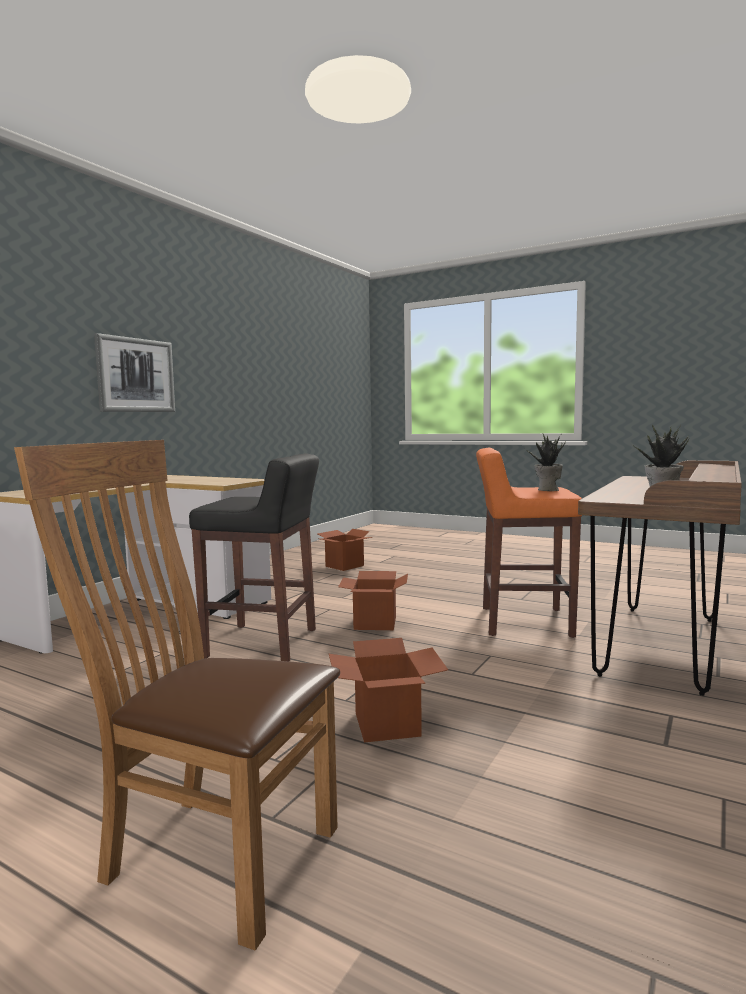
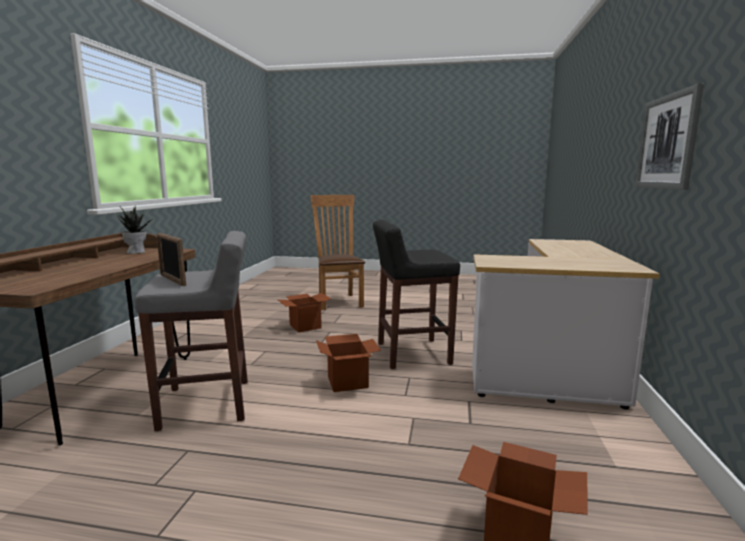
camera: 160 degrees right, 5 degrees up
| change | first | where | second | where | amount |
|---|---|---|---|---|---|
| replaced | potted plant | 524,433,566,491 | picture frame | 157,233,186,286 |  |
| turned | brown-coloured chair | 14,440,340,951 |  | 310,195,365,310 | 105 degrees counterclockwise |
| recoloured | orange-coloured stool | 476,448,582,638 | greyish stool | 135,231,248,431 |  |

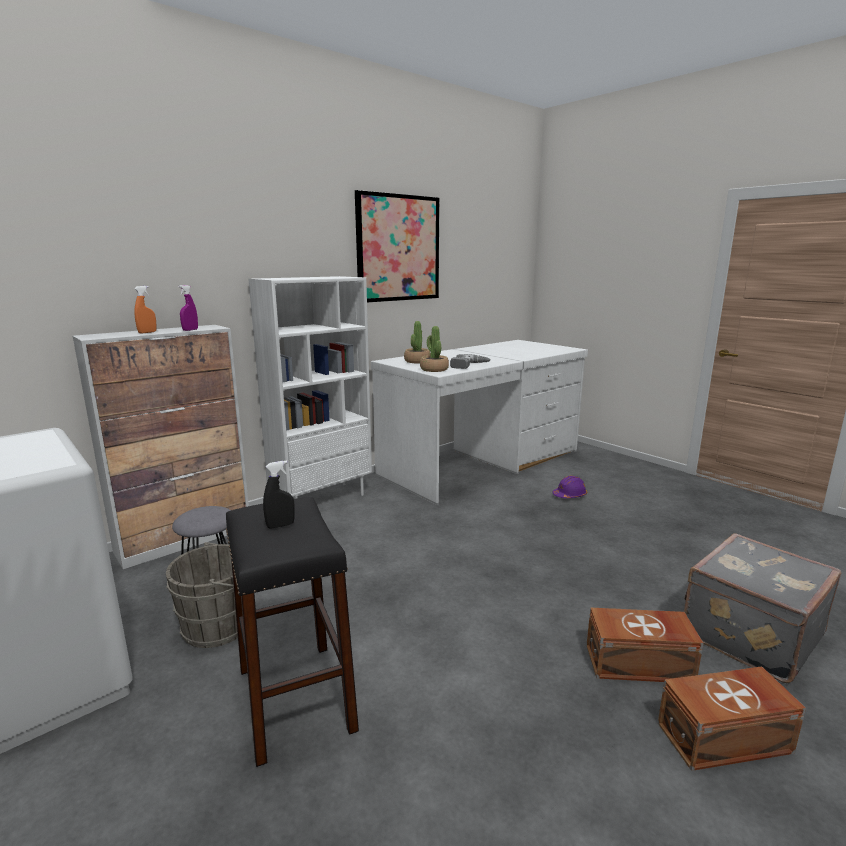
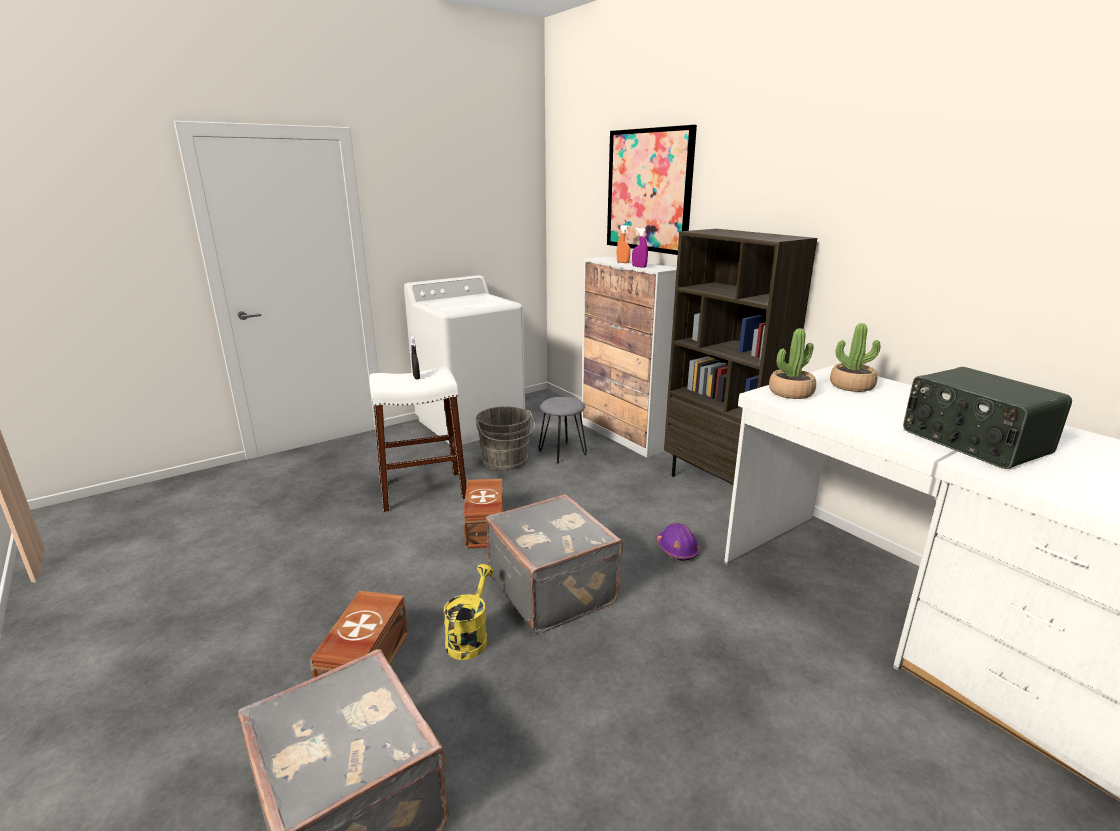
camera: 95 degrees right, 5 degrees up
| change | first | where | second | where | amount |
|---|---|---|---|---|---|
| moved | picture | 355,190,439,302 |  | 607,125,697,255 |  |
| recoloured | whitish bookshelf | 248,276,372,499 | brown-coloured bookshelf | 664,229,817,485 |  |
| removed | power drill | 450,354,490,369 |  |  |  |
| moved | purple safety helmet | 552,476,587,498 |  | 656,523,699,561 |  |
| recoloured | black-coloured stool | 226,497,359,767 | whitish stool | 369,367,467,512 |  |
| moved | brown-coloured storage container | 658,666,806,771 |  | 463,479,503,549 |  |
| added |  |  | radio | 903,367,1072,469 |  |
| added |  |  | greyish suitcase | 486,494,623,634 |  |
| added |  |  | yellowish sprinkling can | 444,564,494,660 |  |

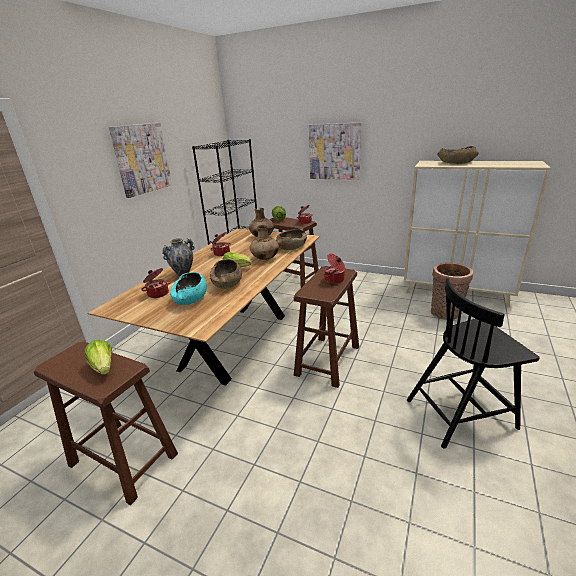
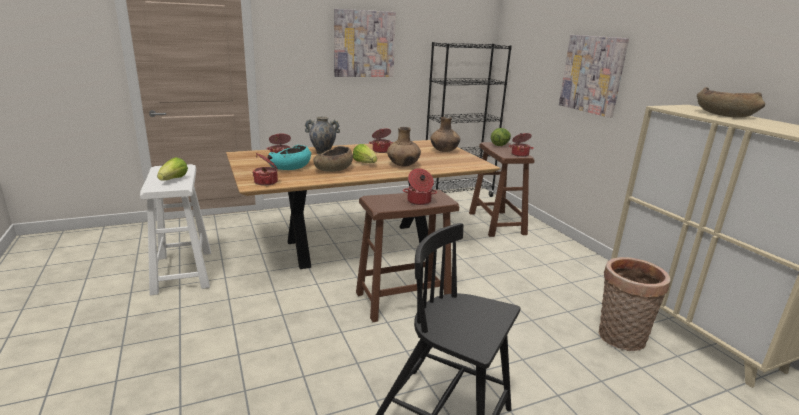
camera: 40 degrees right, 5 degrees down
| change | first | where | second | where | amount |
|---|---|---|---|---|---|
| removed | brown-coloured bowl | 276,229,307,250 |  |  |  |
| recoloured | brown-coloured stool | 34,342,178,505 | whitish stool | 140,164,211,296 |  |
| added |  |  | saucepot | 253,153,278,186 |  |

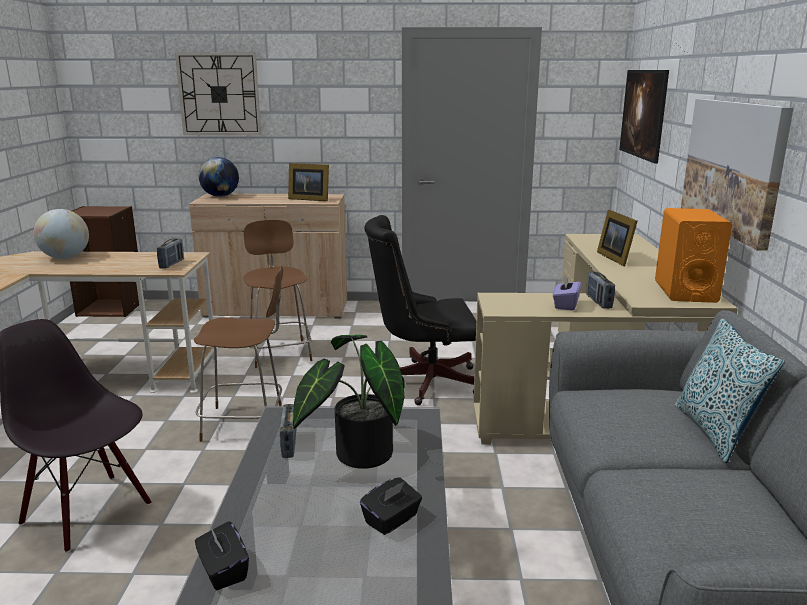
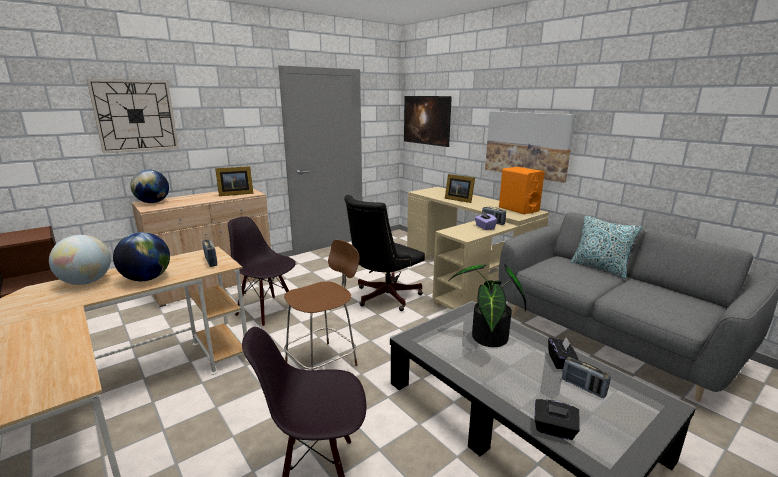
camera: 40 degrees left, 0 degrees up
| change | first | where | second | where | amount |
|---|---|---|---|---|---|
| replaced | brown-coloured stool | 243,220,312,368 | black-coloured chair | 228,217,296,326 |  |
| moved | radio | 280,404,296,458 |  | 562,357,611,398 |  |
| added |  |  | desk globe | 113,232,170,281 |  |

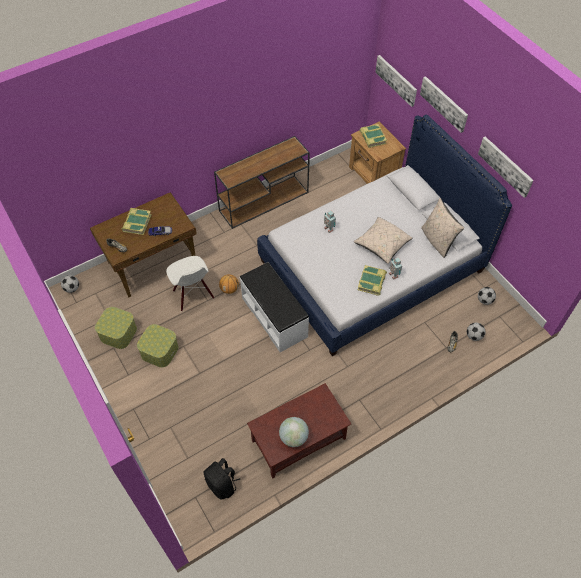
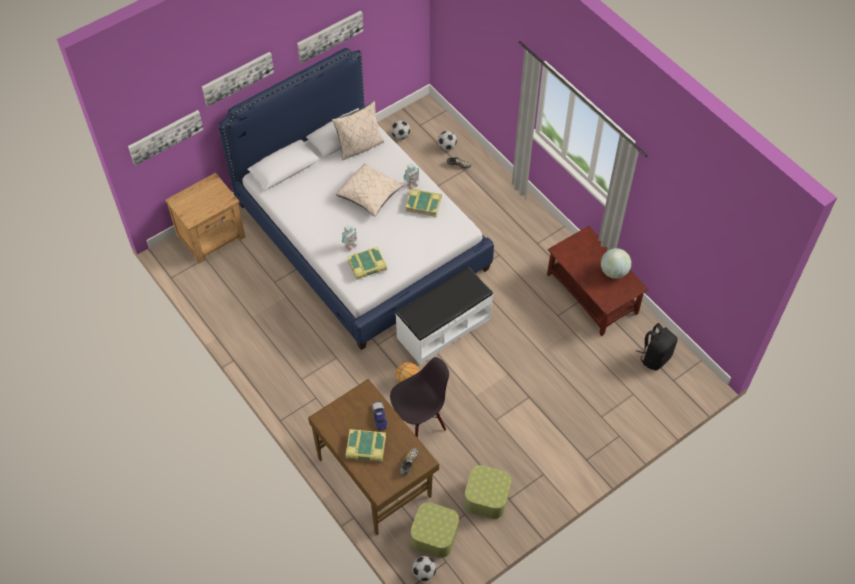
camera: 95 degrees left, 0 degrees up
| change | first | where | second | where | amount |
|---|---|---|---|---|---|
| moved | volume | 360,124,387,148 |  | 347,247,387,280 |  |
| removed | brown-coloured console table | 214,136,310,229 |  |  |  |
| recoloured | whitish chair | 166,256,214,311 | black-coloured chair | 390,357,449,438 |  |
| moved | storage container | 137,324,179,368 |  | 411,502,459,558 |  |

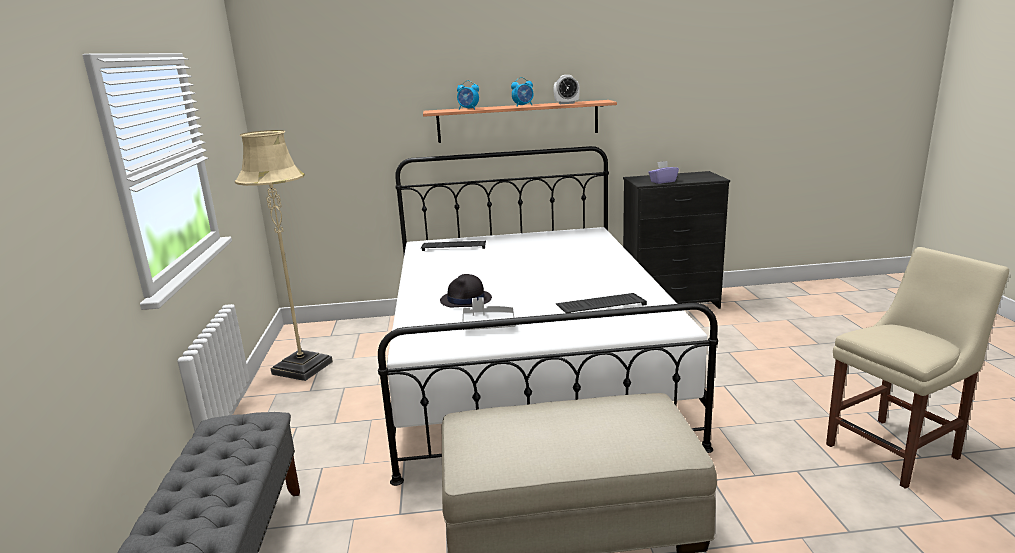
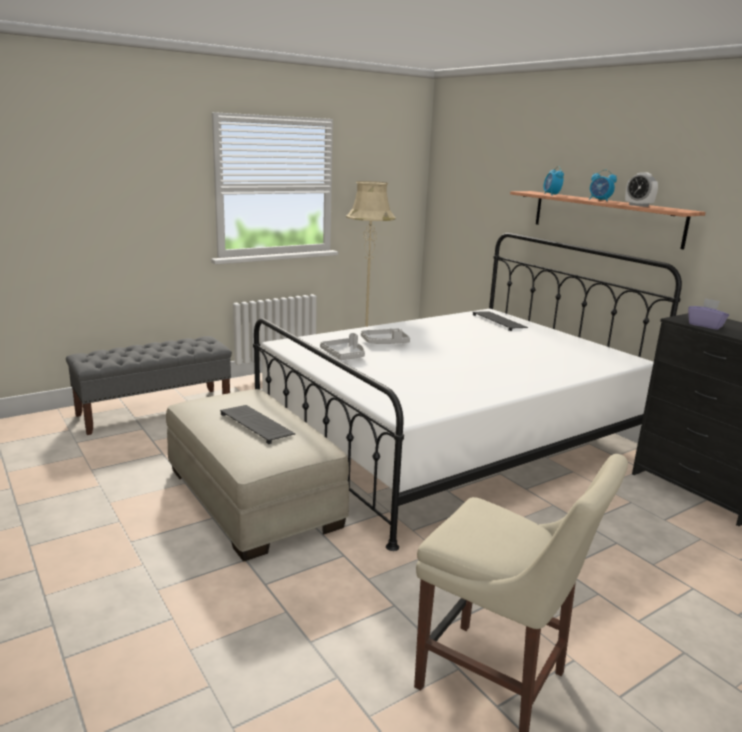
camera: 60 degrees right, 0 degrees up
| change | first | where | second | where | amount |
|---|---|---|---|---|---|
| replaced | black-coloured wearable hat | 440,274,492,307 | greyish tray | 361,328,410,344 |  |
| moved | keyboard | 556,293,647,313 |  | 220,405,296,444 |  |

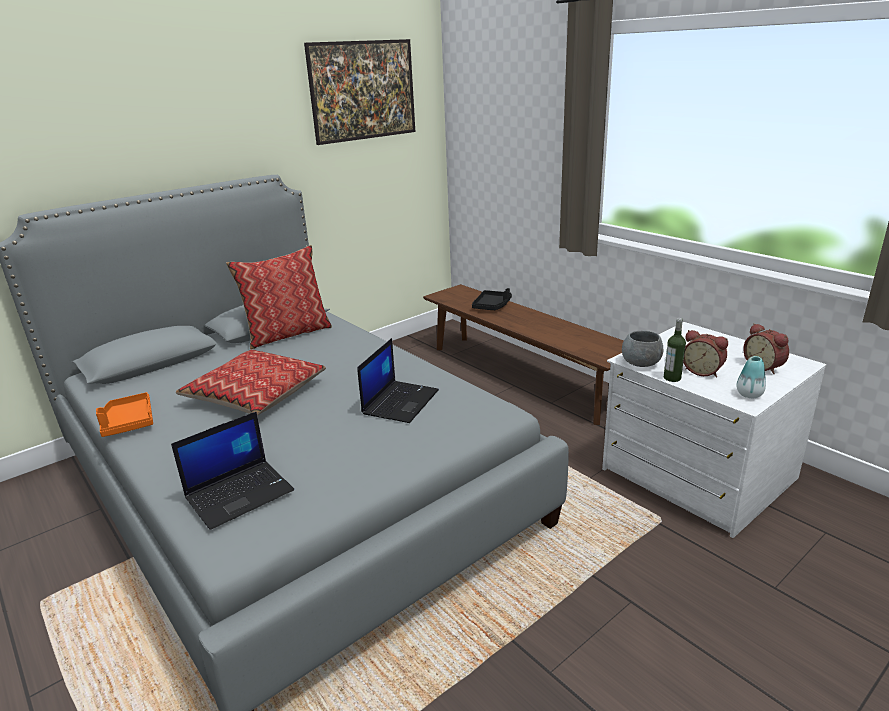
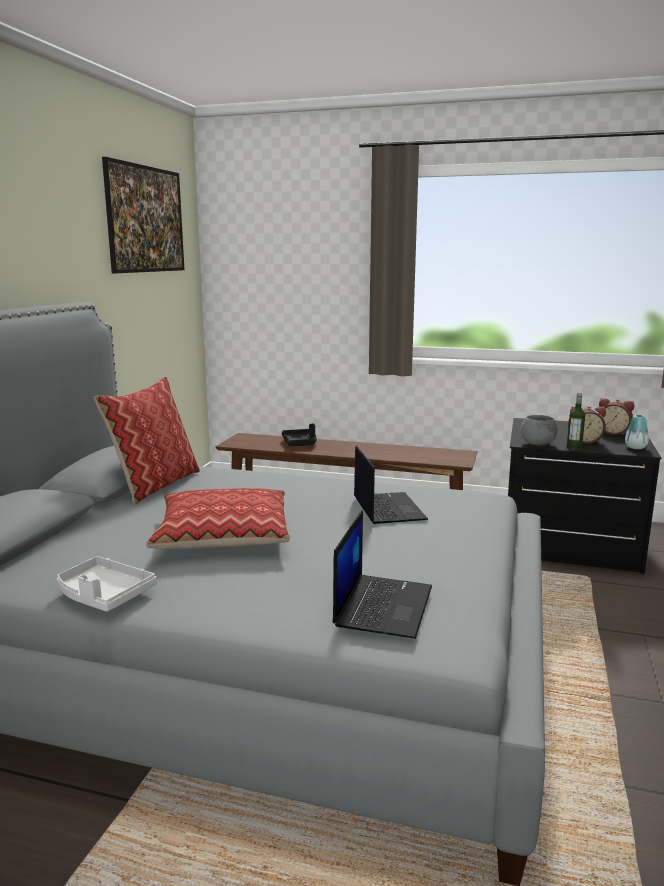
camera: 35 degrees left, 10 degrees down
| change | first | where | second | where | amount |
|---|---|---|---|---|---|
| recoloured | whitish dresser | 602,322,826,538 | black-coloured dresser | 508,418,661,574 |  |
| recoloured | orange-coloured tray | 96,392,153,437 | greyish tray | 57,556,157,612 |  |

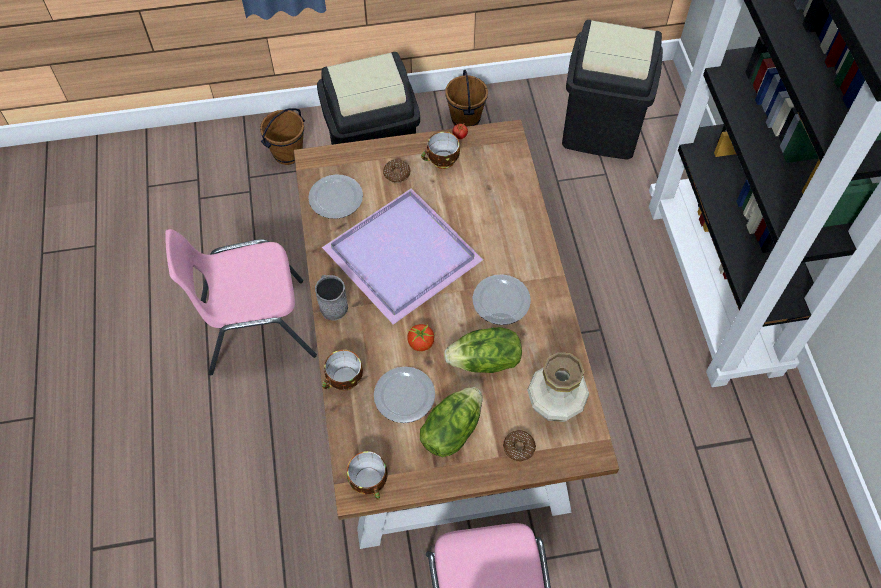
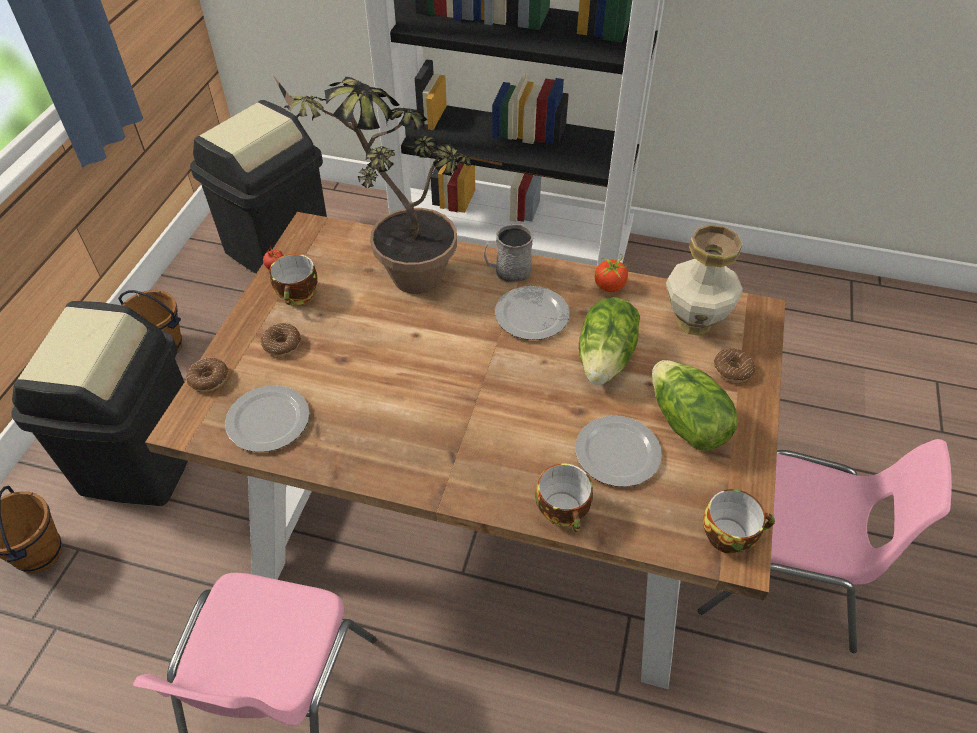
camera: 65 degrees left, 10 degrees down
| change | first | where | second | where | amount |
|---|---|---|---|---|---|
| removed | purple tray | 322,188,484,325 |  |  |  |
| moved | greyish mug | 315,275,348,321 |  | 484,224,533,283 |  |
| moved | fresh tomato | 407,322,436,351 |  | 595,254,632,292 |  |
| added |  |  | potted plant | 273,75,472,294 |  |
| added |  |  | donut | 186,358,228,392 |  |

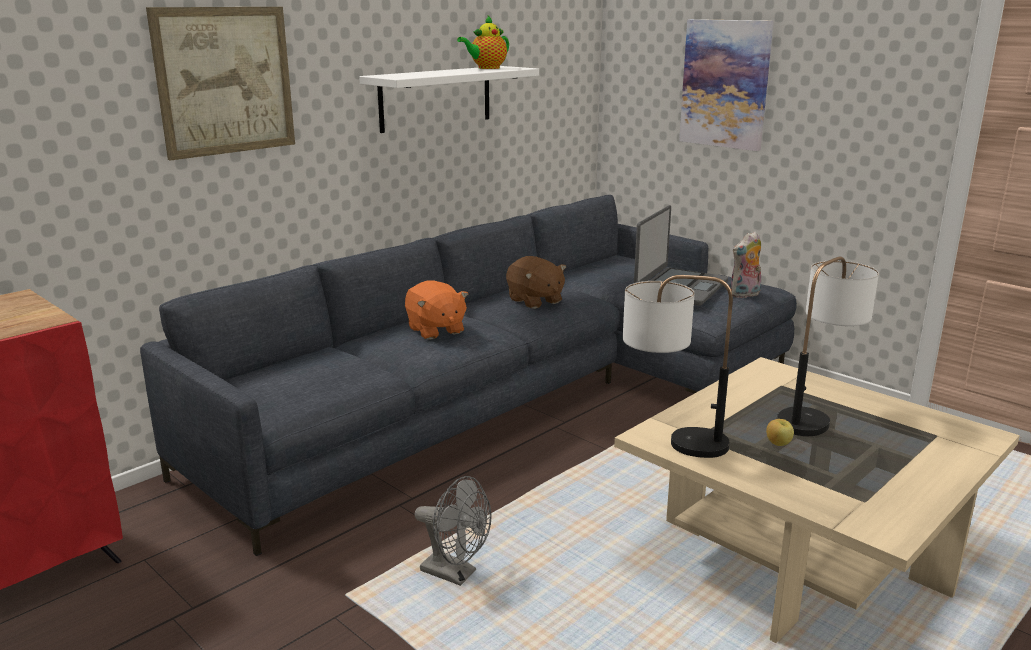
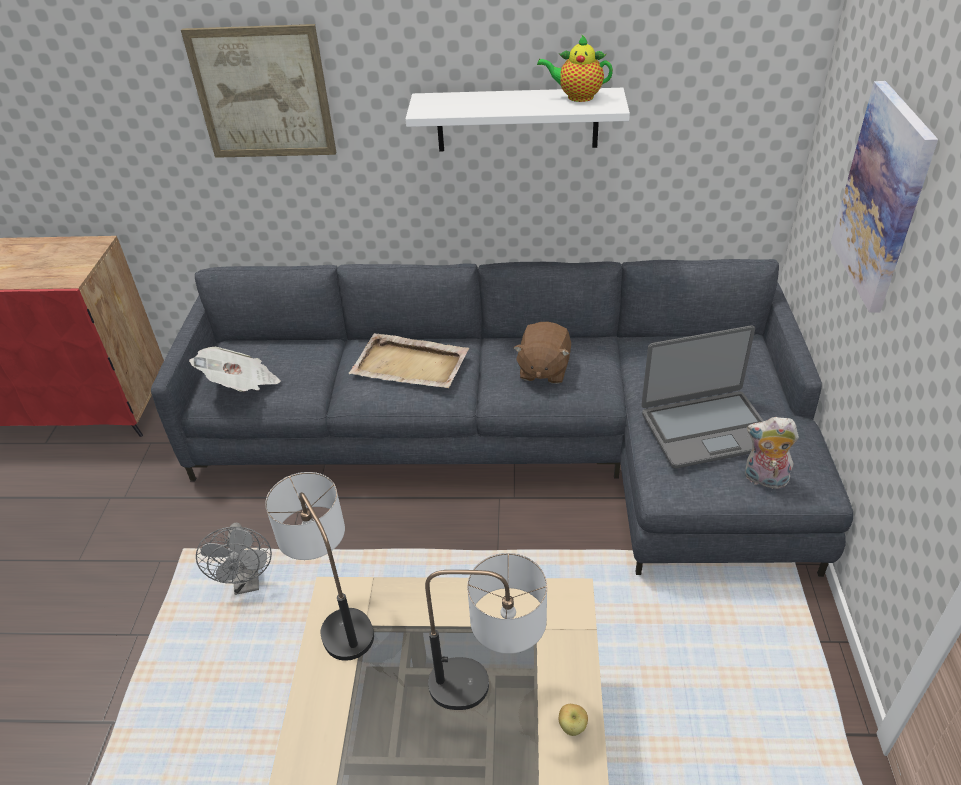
camera: 50 degrees right, 20 degrees up
| change | first | where | second | where | amount |
|---|---|---|---|---|---|
| replaced | orange-coloured plush toy | 405,280,468,339 | sand-coloured tray | 349,333,469,388 |  |
| moved | apple fruit | 766,419,794,446 |  | 559,704,588,736 |  |
| added |  |  | newspaper | 189,347,281,392 |  |

